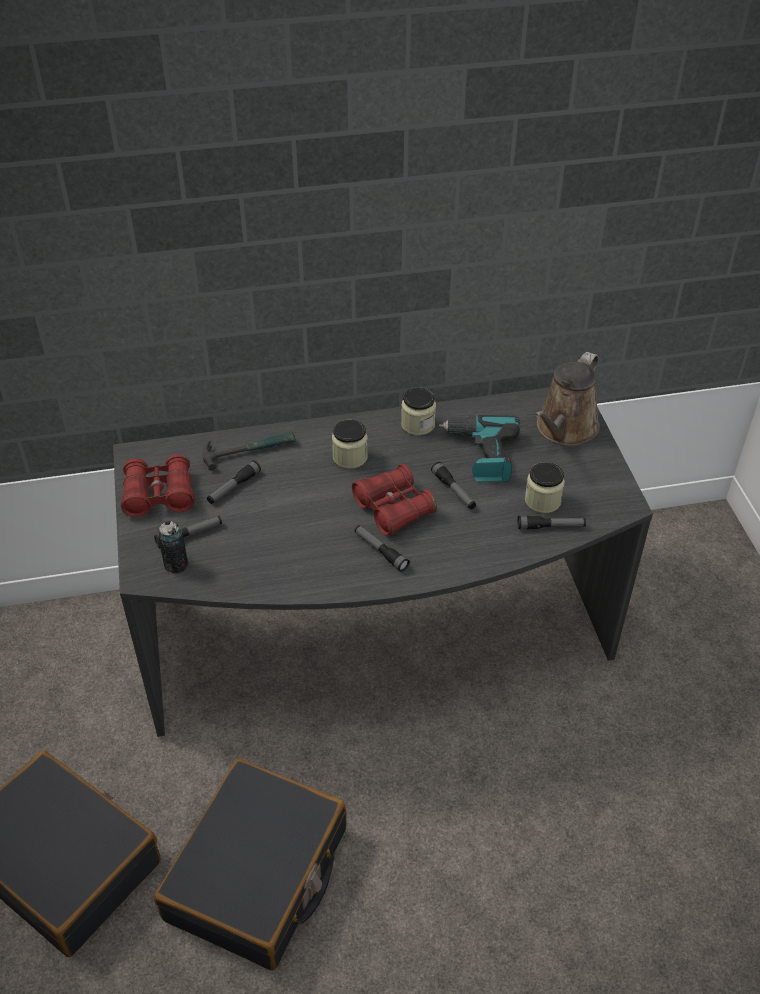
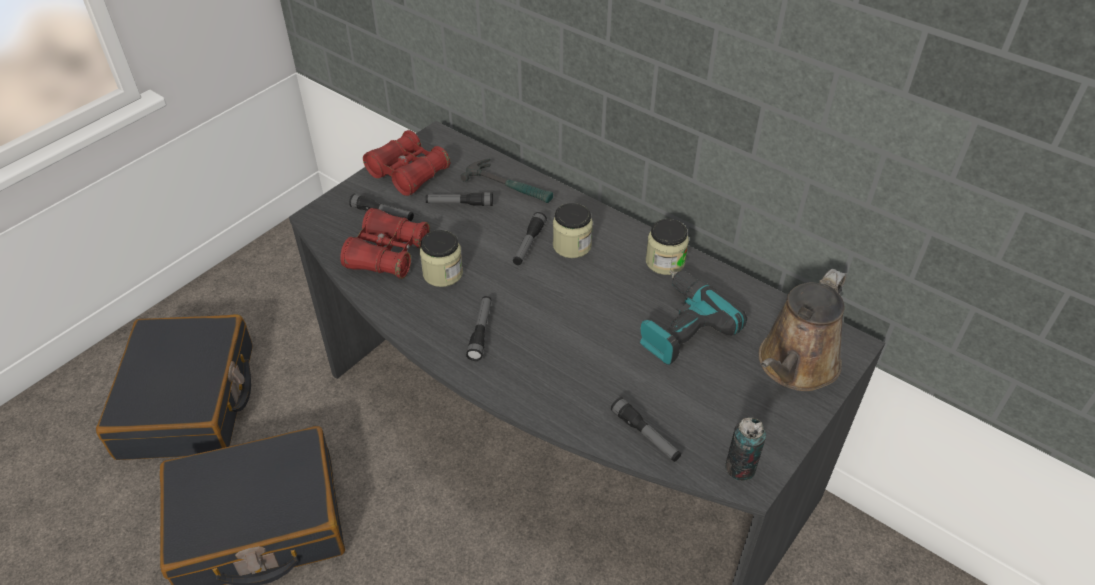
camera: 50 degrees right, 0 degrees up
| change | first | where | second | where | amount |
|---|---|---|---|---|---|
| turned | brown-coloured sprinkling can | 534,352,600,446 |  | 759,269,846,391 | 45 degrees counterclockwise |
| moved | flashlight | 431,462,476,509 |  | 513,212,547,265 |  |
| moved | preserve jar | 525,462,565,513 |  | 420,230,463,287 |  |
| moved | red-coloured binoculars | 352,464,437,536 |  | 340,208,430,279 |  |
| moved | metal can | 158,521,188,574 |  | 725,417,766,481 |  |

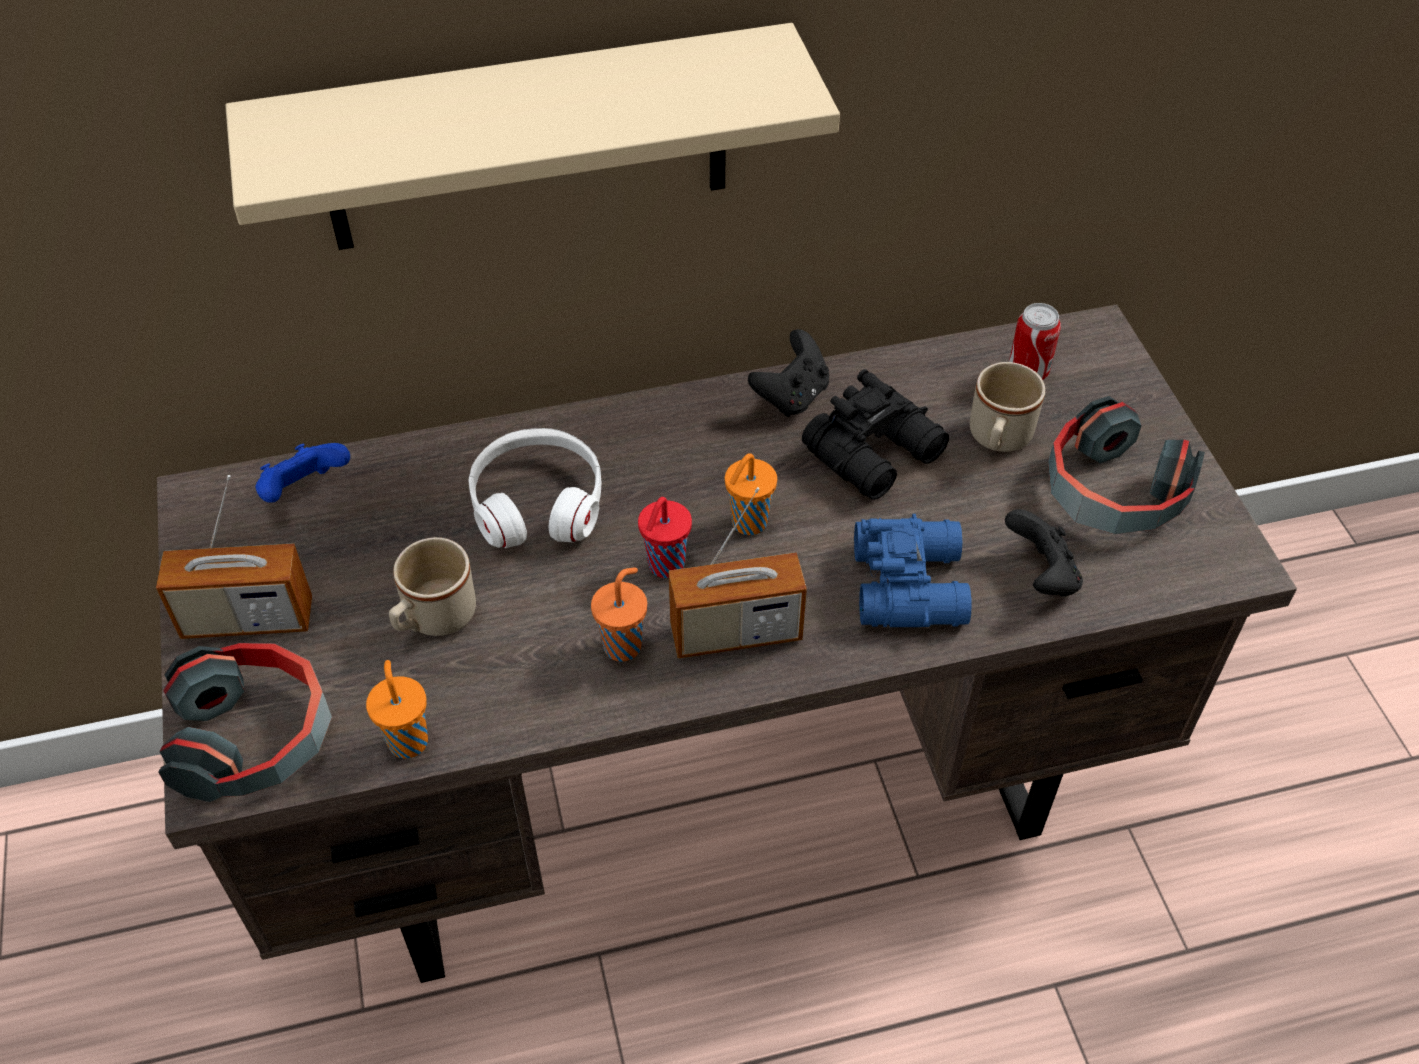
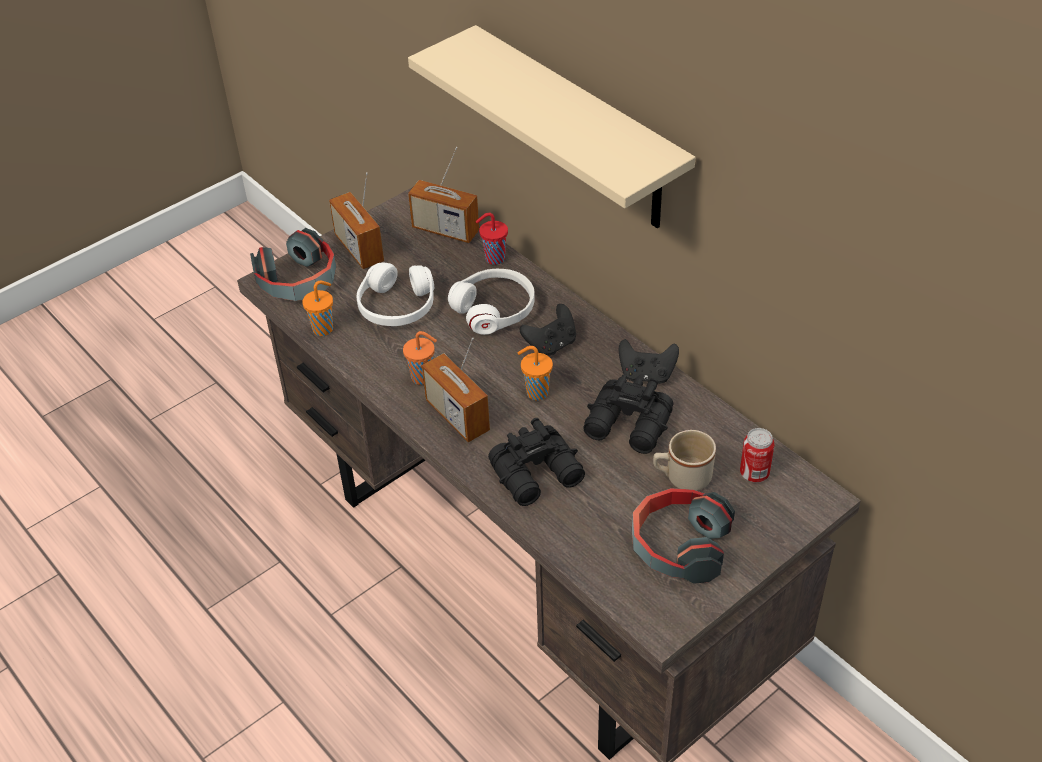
camera: 65 degrees right, 5 degrees down
| change | first | where | second | where | amount |
|---|---|---|---|---|---|
| replaced | bluish gamepad | 256,443,350,503 | radio | 408,147,479,243 |  |
| moved | red-coloured drinking cup | 638,497,692,578 |  | 476,213,508,265 |  |
| moved | black-coloured gamepad | 1005,509,1083,597 |  | 520,304,576,356 |  |
| recoloured | bluish binoculars | 854,514,971,627 | black-coloured binoculars | 488,418,585,506 |  |
| replaced | sand-coloured mug | 389,537,476,636 | whitish headphones | 357,262,434,326 |  |

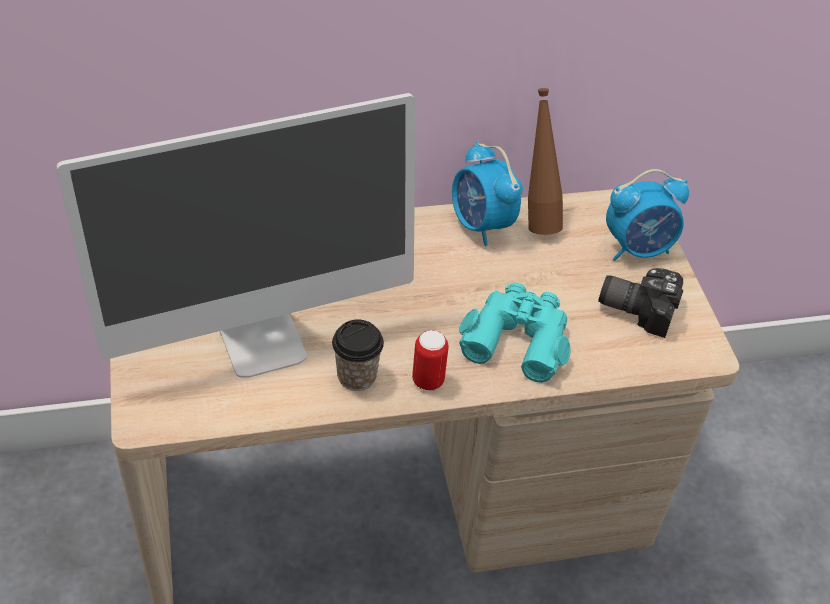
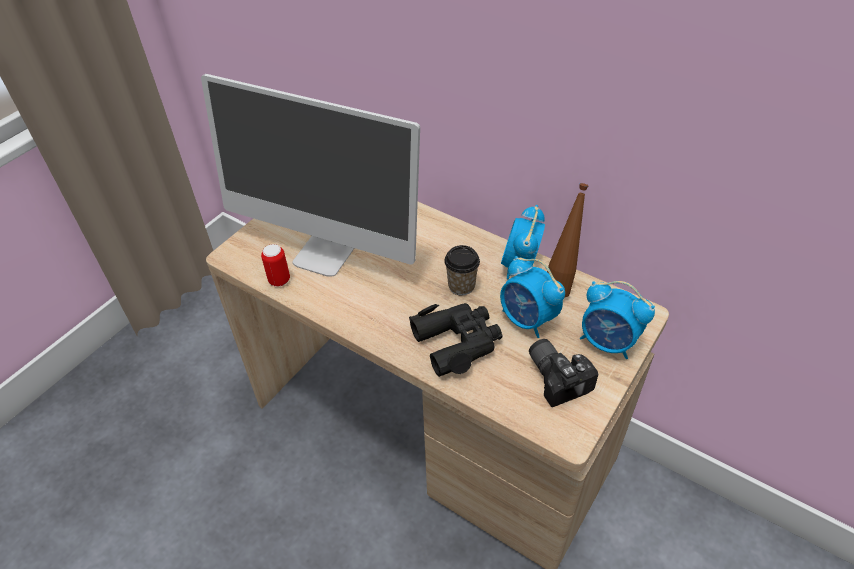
camera: 50 degrees right, 0 degrees up
| change | first | where | second | where | amount |
|---|---|---|---|---|---|
| recoloured | turquoise binoculars | 459,282,571,383 | black-coloured binoculars | 409,303,503,377 |  |
| moved | drinking cup | 332,319,384,391 |  | 444,245,480,295 |  |
| moved | metal can | 412,330,449,391 |  | 261,244,290,287 |  |
| added |  |  | bedside clock | 500,256,565,338 |  |

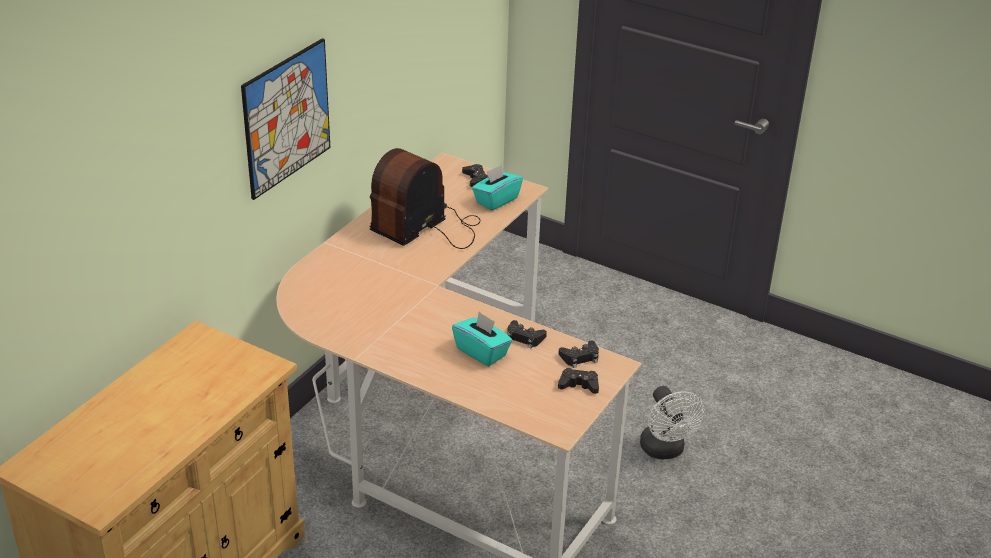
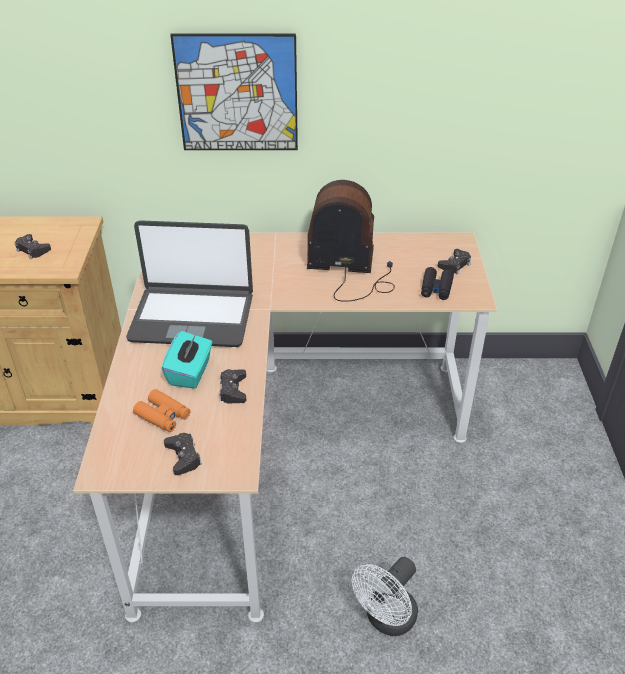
camera: 60 degrees right, 5 degrees up
| change | first | where | second | where | amount |
|---|---|---|---|---|---|
| replaced | turquoise tissue holder | 472,165,523,211 | black-coloured binoculars | 421,267,454,300 |  |
| moved | black-coloured gamepad | 558,341,599,368 |  | 15,234,51,259 |  |
| added |  |  | laptop | 126,220,253,347 |  |
| added |  |  | orange-coloured binoculars | 133,389,190,432 |  |

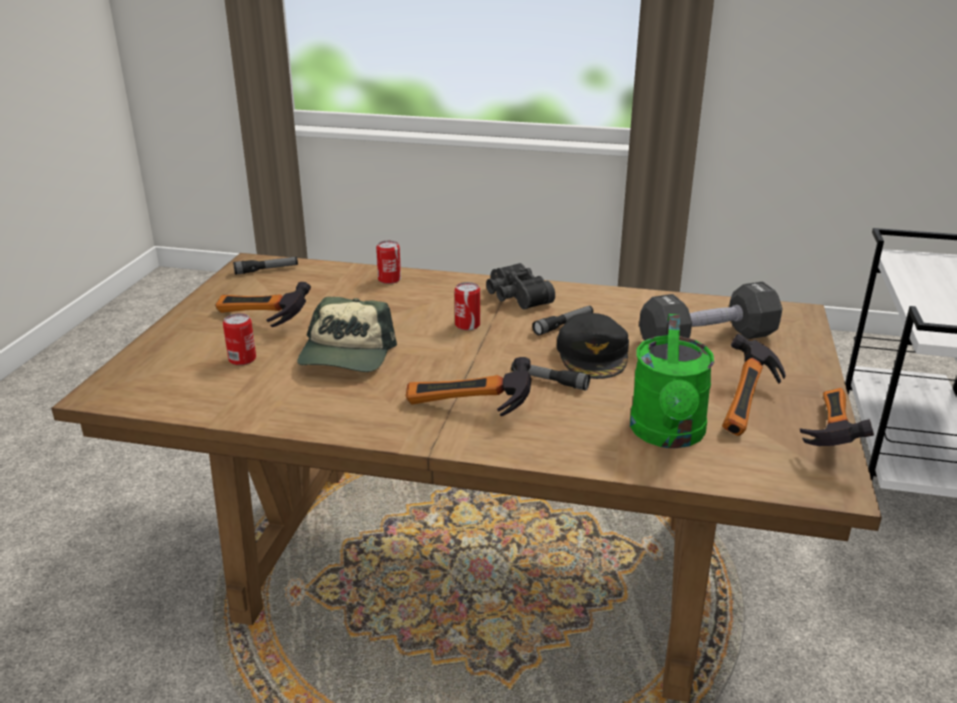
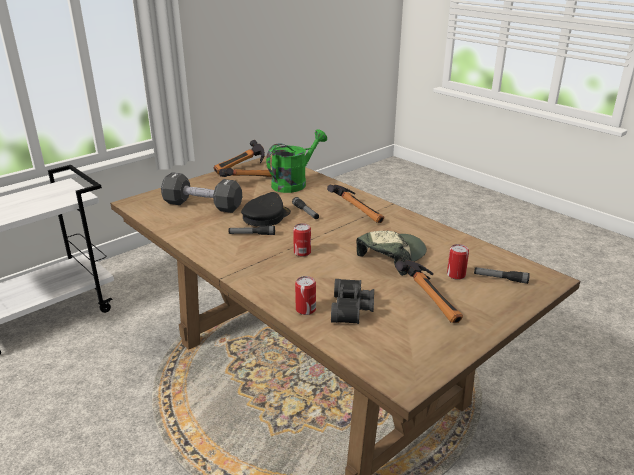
camera: 145 degrees left, 0 degrees up
| change | first | where | second | where | amount |
|---|---|---|---|---|---|
| moved | flashlight | 233,257,298,275 |  | 474,267,530,284 |  |
| moved | black-coloured binoculars | 486,263,555,309 |  | 331,279,374,324 |  |

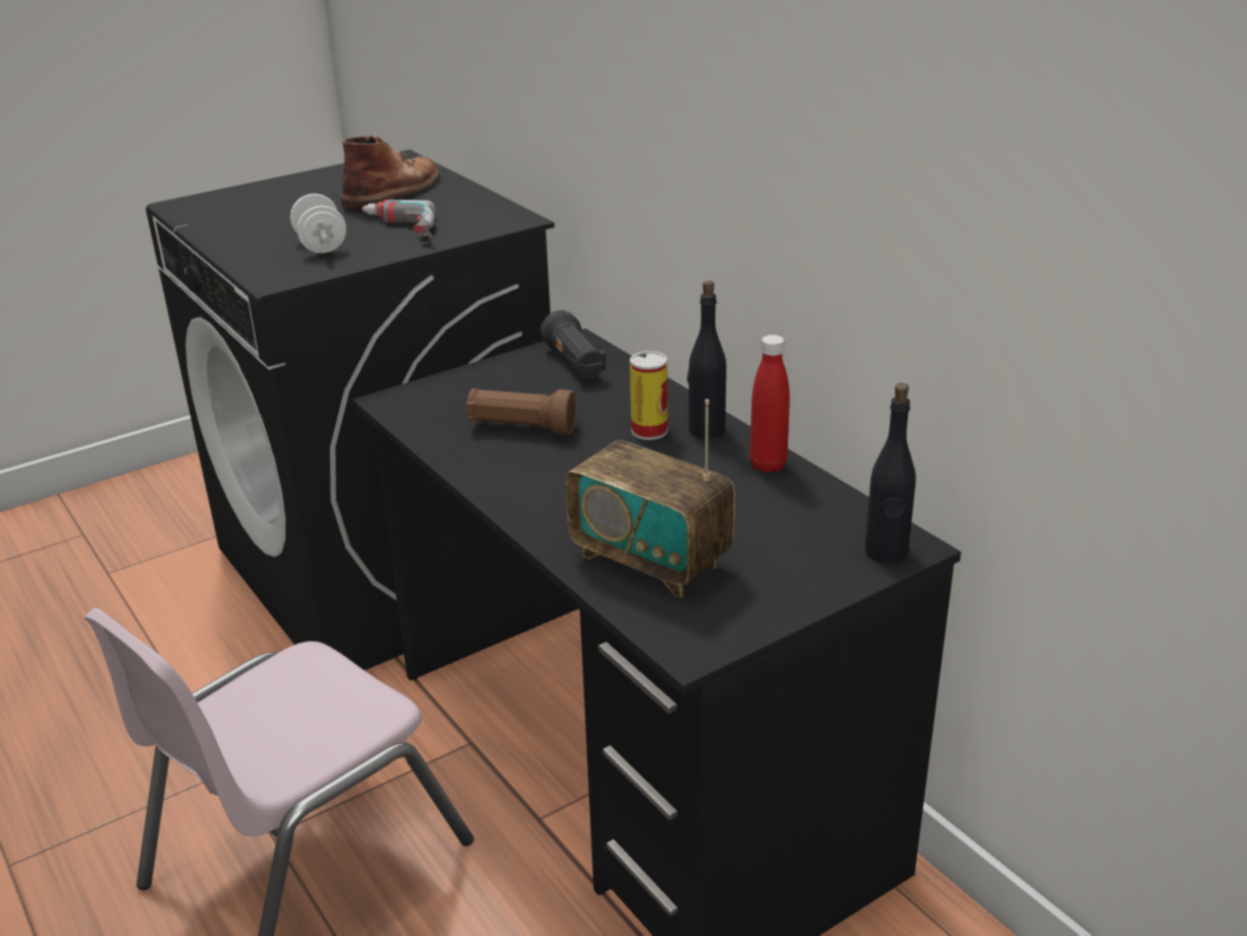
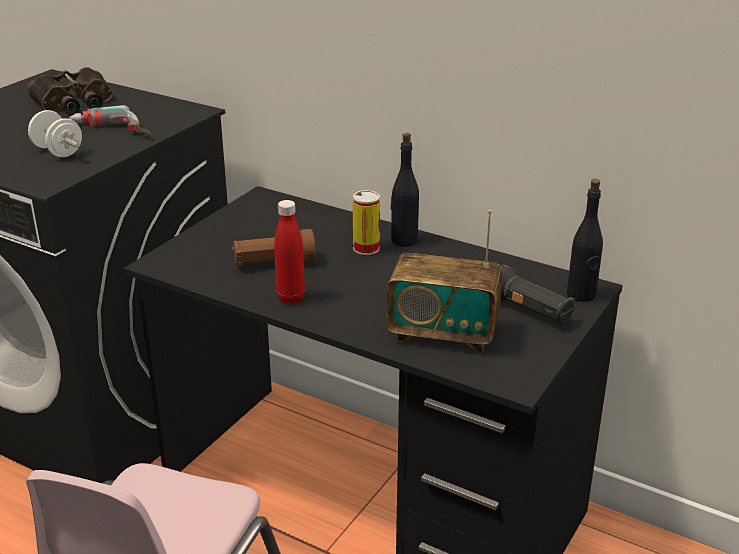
camera: 25 degrees left, 0 degrees up
| change | first | where | second | where | amount |
|---|---|---|---|---|---|
| replaced | brown-coloured high-top boot | 341,135,439,211 | binoculars | 27,67,113,115 |  |
| moved | black-coloured flashlight | 540,310,606,379 |  | 500,265,575,325 |  |
| moved | red-coloured bottle | 750,335,790,473 |  | 274,200,305,304 |  |

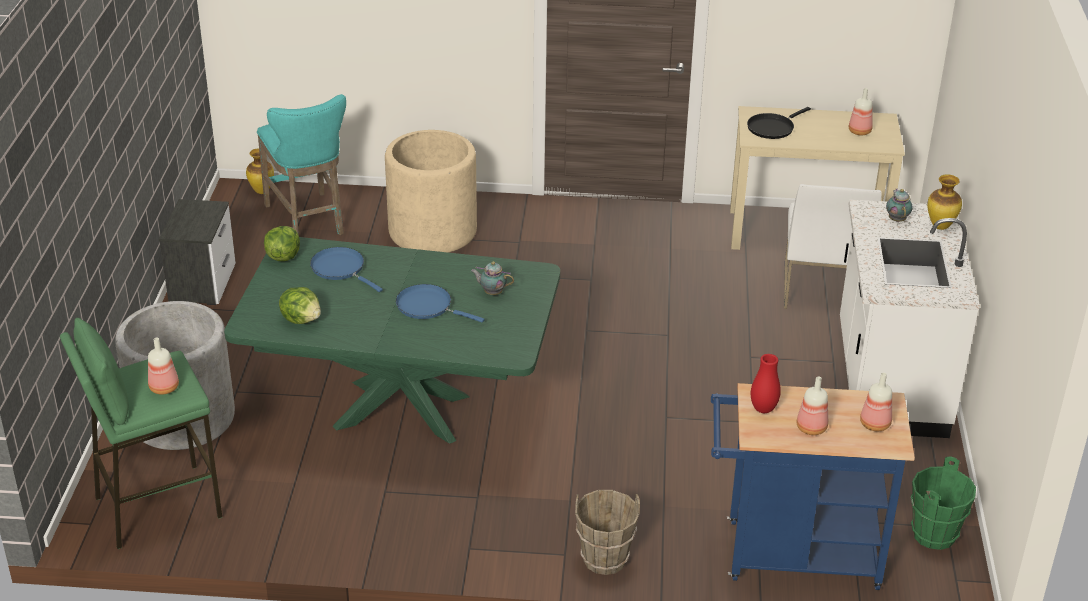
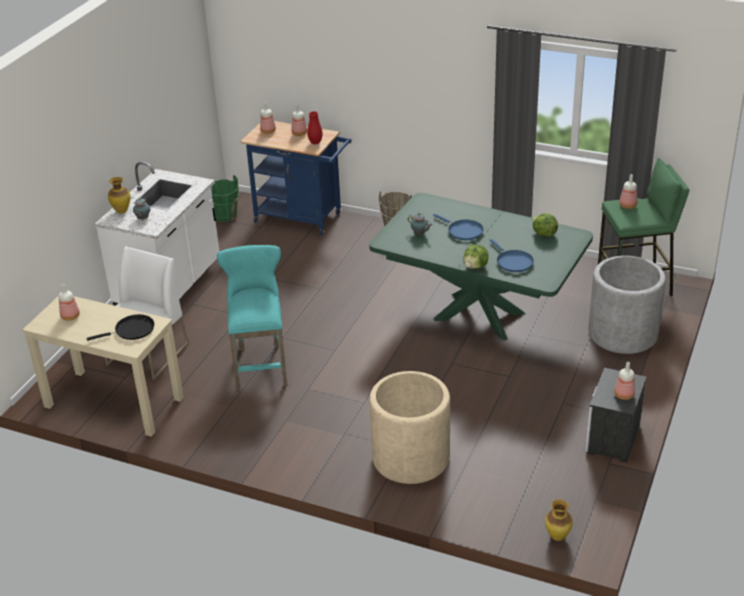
camera: 160 degrees left, 0 degrees up
| change | first | where | second | where | amount |
|---|---|---|---|---|---|
| moved | turquoise stool | 257,94,346,235 |  | 217,245,287,390 |  |
| moved | lettuce head | 264,226,300,261 |  | 464,244,489,269 |  |
| added |  |  | bottle | 614,362,635,400 |  |

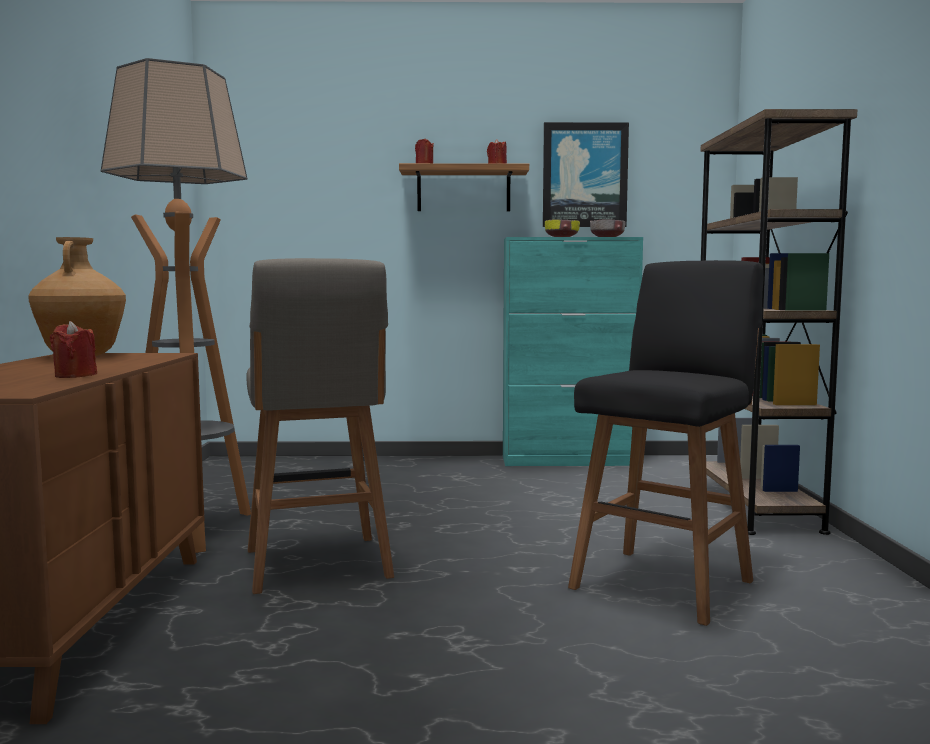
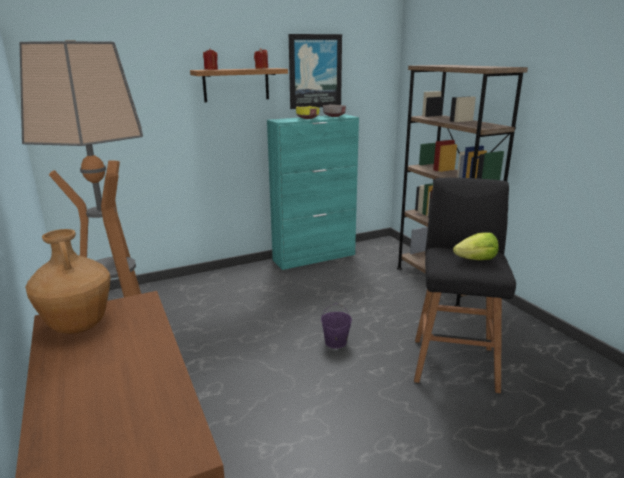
camera: 25 degrees left, 15 degrees up
| change | first | where | second | where | amount |
|---|---|---|---|---|---|
| removed | greyish stool | 246,258,394,594 |  |  |  |
| removed | red-coloured wax candle | 50,321,97,378 |  |  |  |
| added |  |  | lettuce head | 453,232,499,260 |  |
| added |  |  | purple pail | 321,303,352,349 |  |

